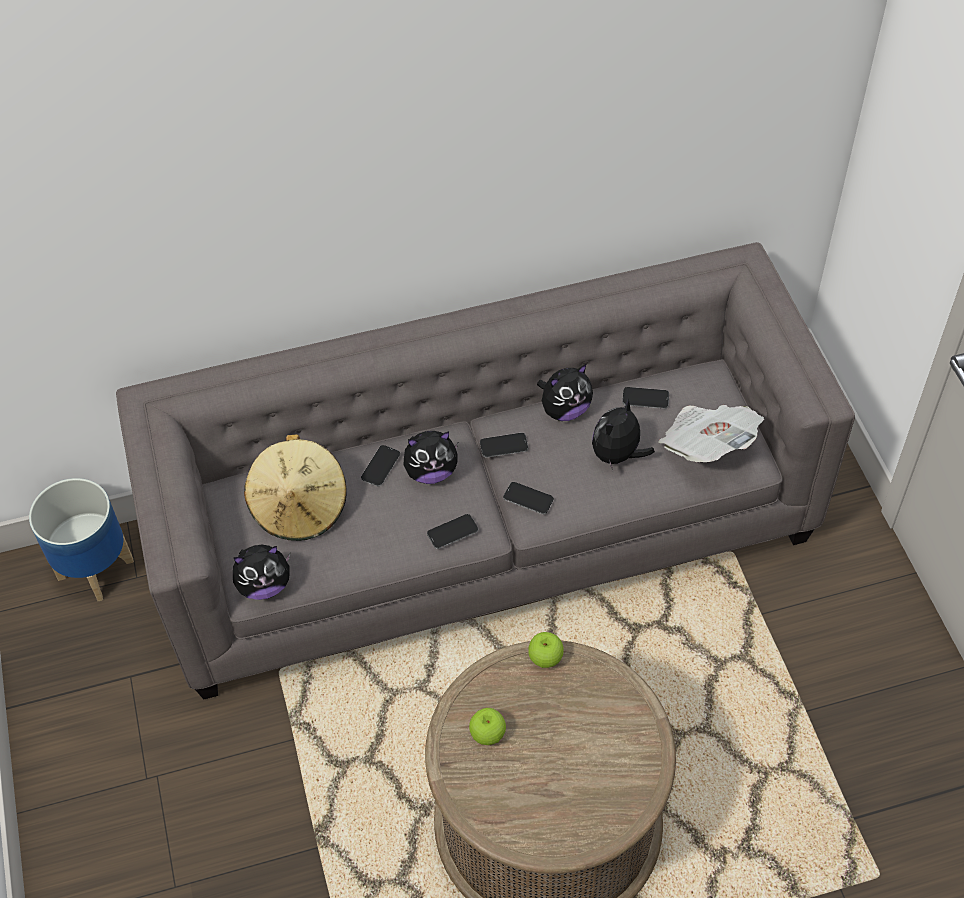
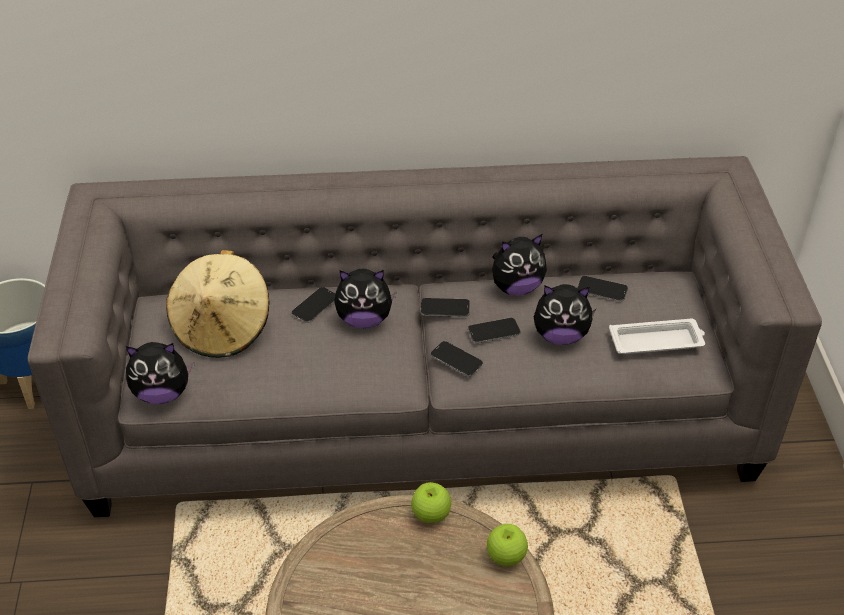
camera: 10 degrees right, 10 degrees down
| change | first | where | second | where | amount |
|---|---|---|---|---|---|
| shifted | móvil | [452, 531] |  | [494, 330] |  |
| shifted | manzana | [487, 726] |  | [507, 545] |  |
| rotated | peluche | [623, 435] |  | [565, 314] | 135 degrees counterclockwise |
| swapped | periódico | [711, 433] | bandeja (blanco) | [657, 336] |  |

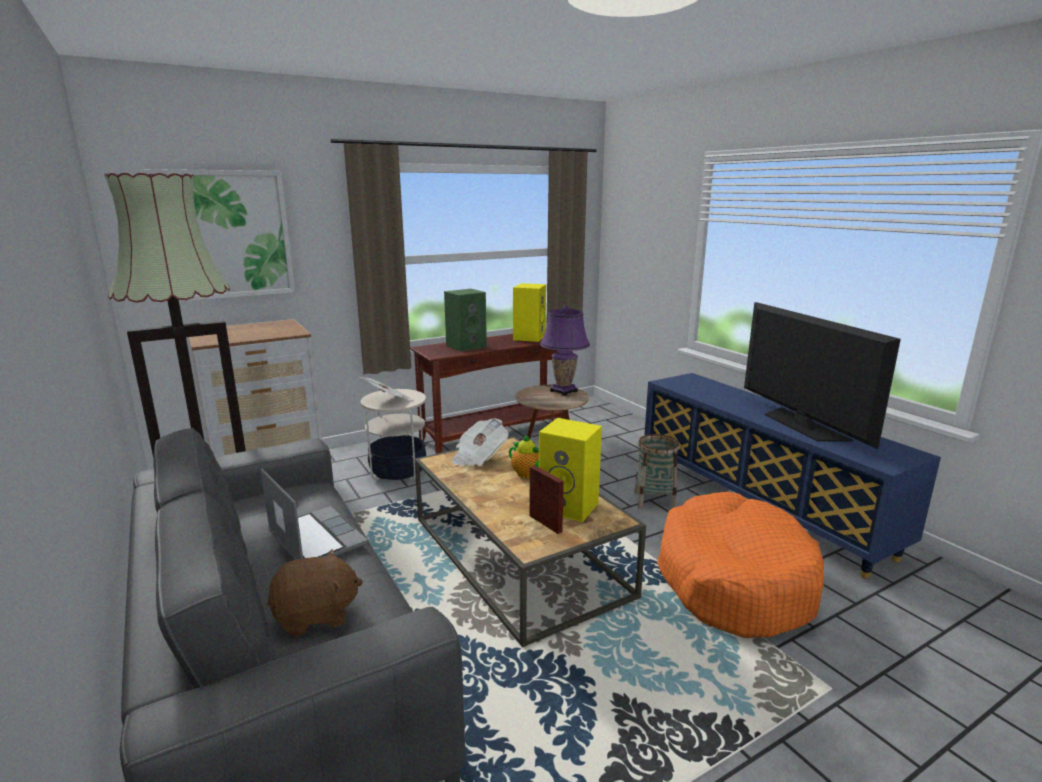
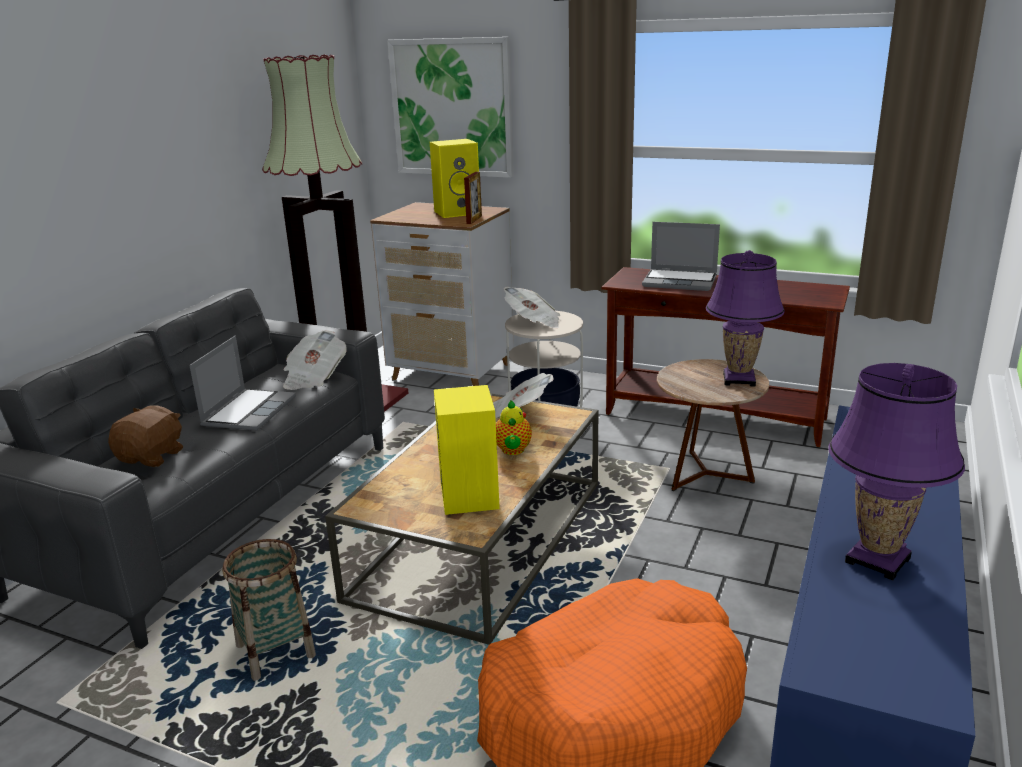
camera: 55 degrees right, 5 degrees up
| change | first | where | second | where | amount |
|---|---|---|---|---|---|
| rotated | peluche (marrón) | [315, 592] |  | [145, 436] | 105 degrees counterclockwise |
| swapped | altavoz (verde) | [465, 320] | portátil | [681, 256] |  |
| shifted | altavoz (amarillo) | [529, 312] |  | [454, 178] |  |
| shifted | portarretratos | [546, 499] |  | [473, 198] |  |
| shifted | cesta | [657, 471] |  | [269, 610] |  |
| swapped | televisor | [822, 375] | lámpara de mesa (morado) | [896, 471] |  |
| new |  |  | periódico | [315, 360] |  |

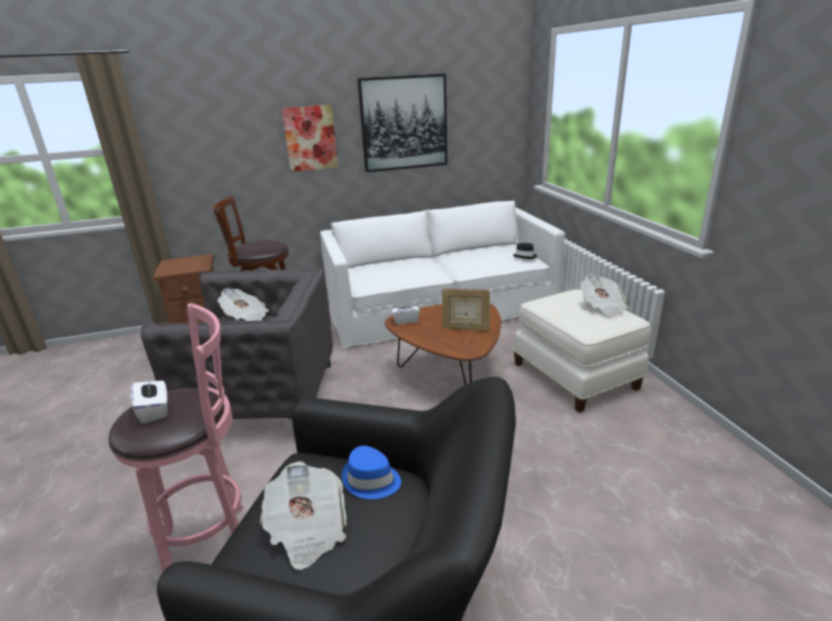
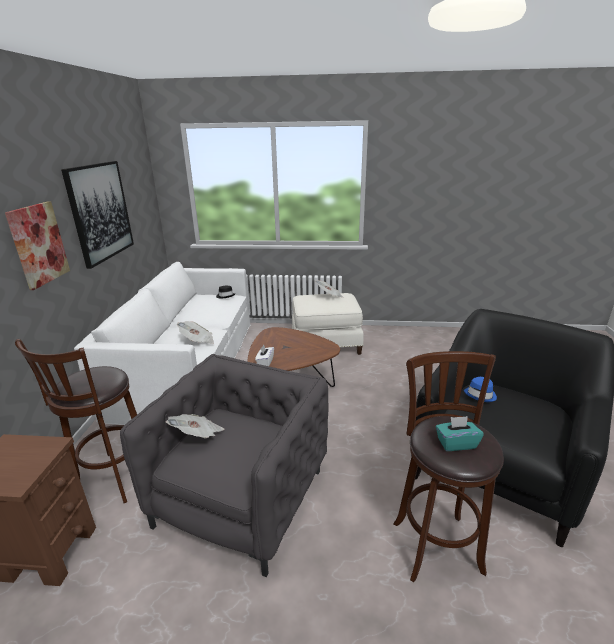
camera: 70 degrees left, 0 degrees up
| change | first | where | second | where | amount |
|---|---|---|---|---|---|
| repainted | taburete (rosa) | [176, 437] | taburete (marrón) | [448, 467] |  |
| repainted | caja de pañuelos (blanco) | [149, 400] | caja de pañuelos (turquesa) | [460, 433] |  |
| shifted | periódico | [303, 515] |  | [195, 332] |  |
| gone | portarretratos | [466, 309] |  |  |  |

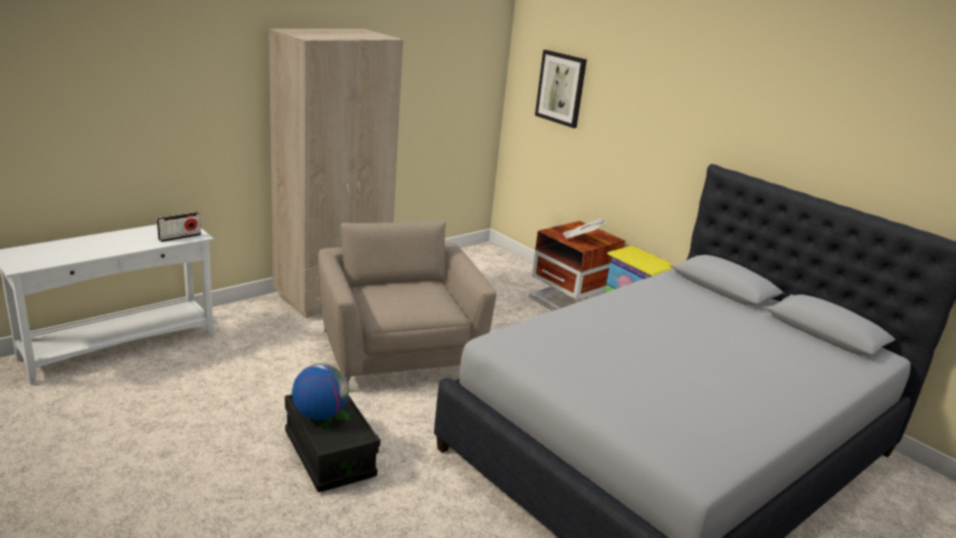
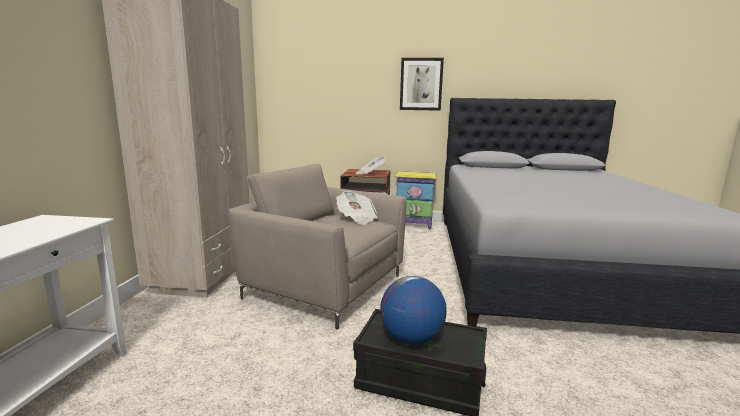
camera: 40 degrees left, 10 degrees down
| change | first | where | second | where | amount |
|---|---|---|---|---|---|
| gone | radio | [179, 227] |  |  |  |
| shifted | cuadro | [561, 89] |  | [422, 84] |  |
| new |  |  | periódico | [357, 208] |  |

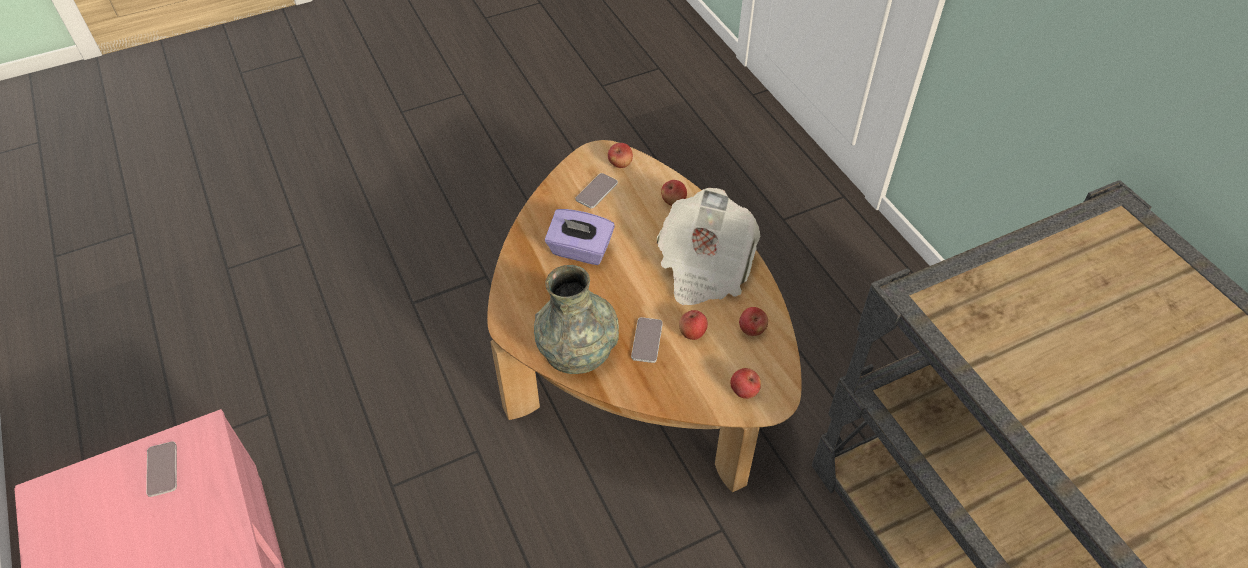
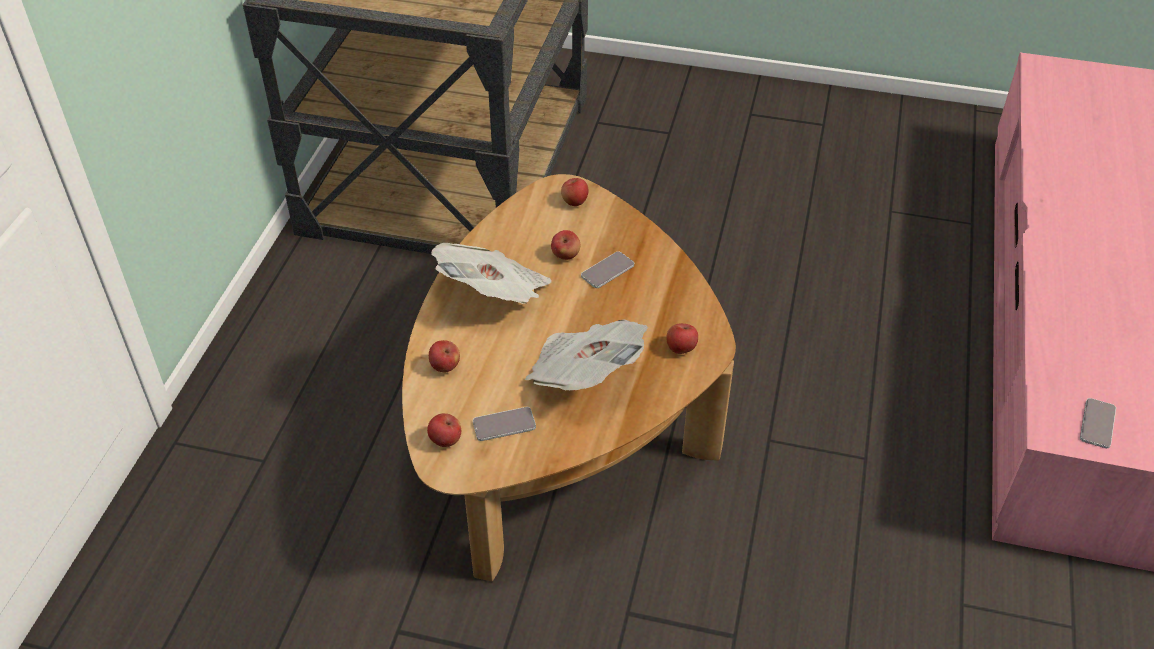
camera: 140 degrees left, 5 degrees down
| change | first | where | second | where | amount |
|---|---|---|---|---|---|
| gone | florero (gris) | [576, 319] |  |  |  |
| swapped | caja de pañuelos (morado) | [580, 237] | periódico | [586, 355] |  |
| shifted | manzana | [753, 321] |  | [682, 338] |  |

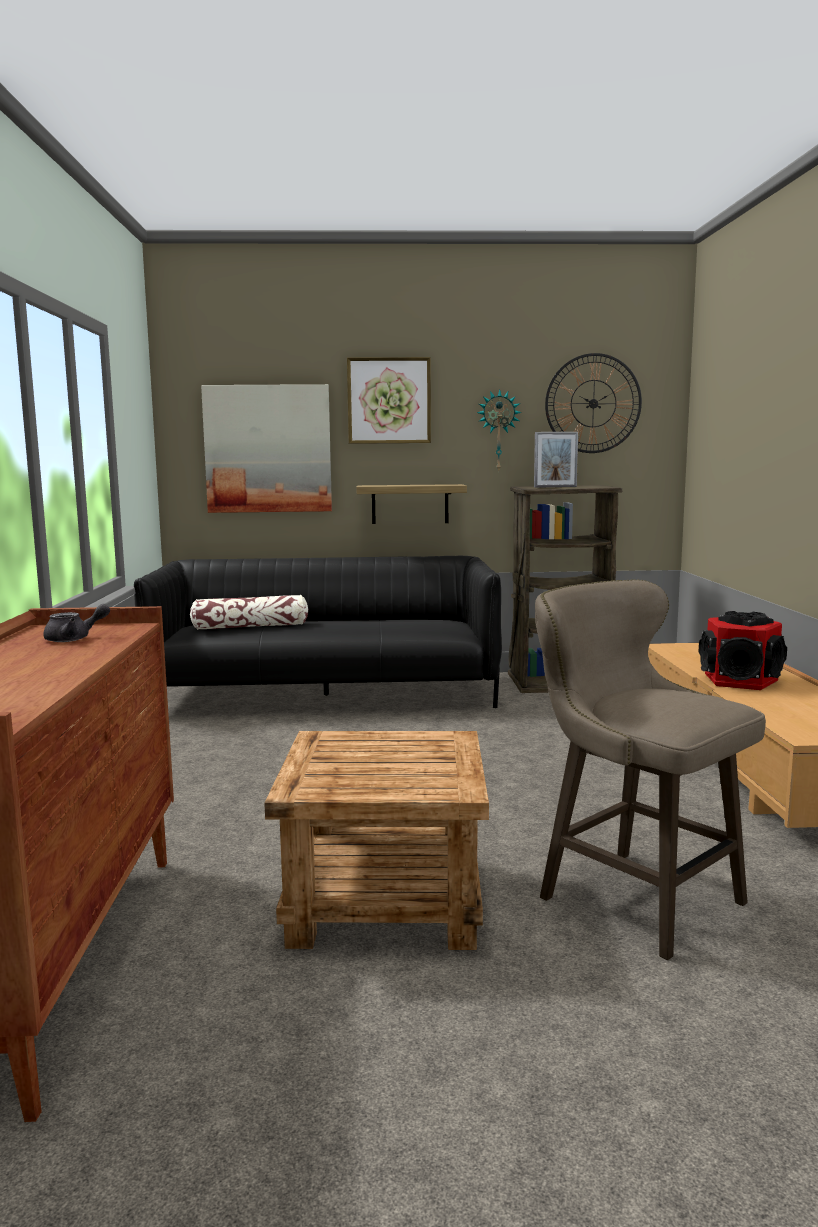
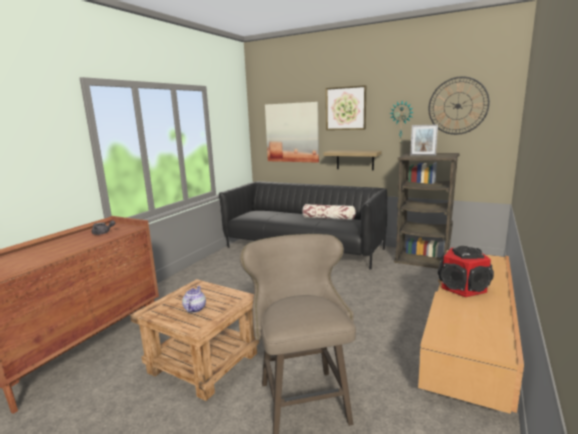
camera: 30 degrees right, 5 degrees up
| change | first | where | second | where | amount |
|---|---|---|---|---|---|
| shifted | cojín | [249, 612] |  | [329, 212] |  |
| new |  |  | tetera | [194, 299] |  |

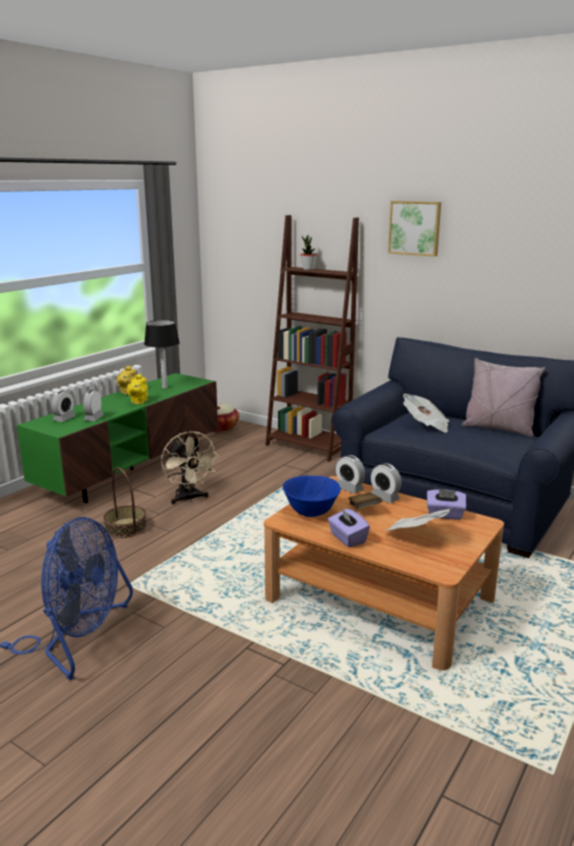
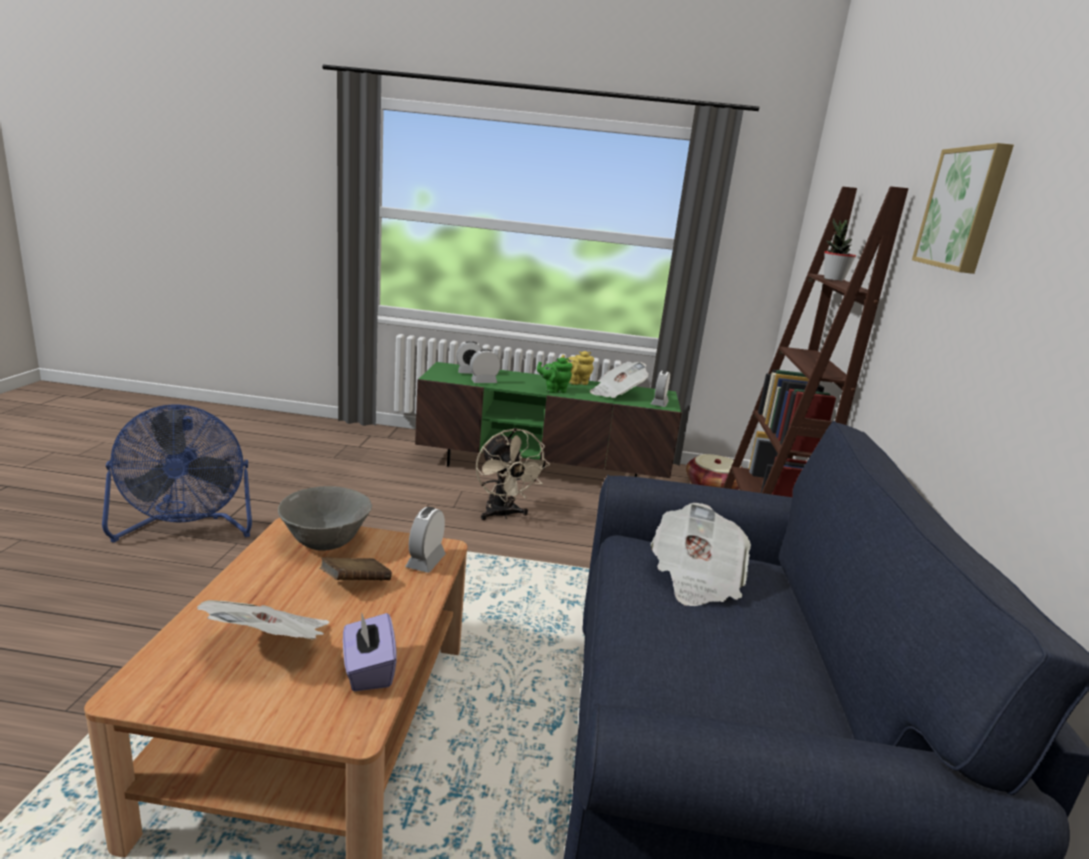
camera: 60 degrees right, 0 degrees up
| change | first | where | second | where | amount |
|---|---|---|---|---|---|
| gone | cesta | [125, 502] |  |  |  |
| repainted | tetera (amarillo) | [137, 389] | tetera (verde) | [554, 375] |  |
| swapped | lámpara de mesa | [162, 354] | periódico | [619, 380] |  |
| rotated | ventilador (beis) | [190, 467] |  | [513, 474] | 60 degrees counterclockwise |
| repainted | cuenco (azul) | [312, 496] | cuenco (gris) | [325, 518] |  |
| gone | caja de pañuelos (morado) | [349, 527] |  |  |  |
| shifted | despertador | [386, 483] |  | [660, 389] |  |
| gone | cojín (morado) | [503, 397] |  |  |  |

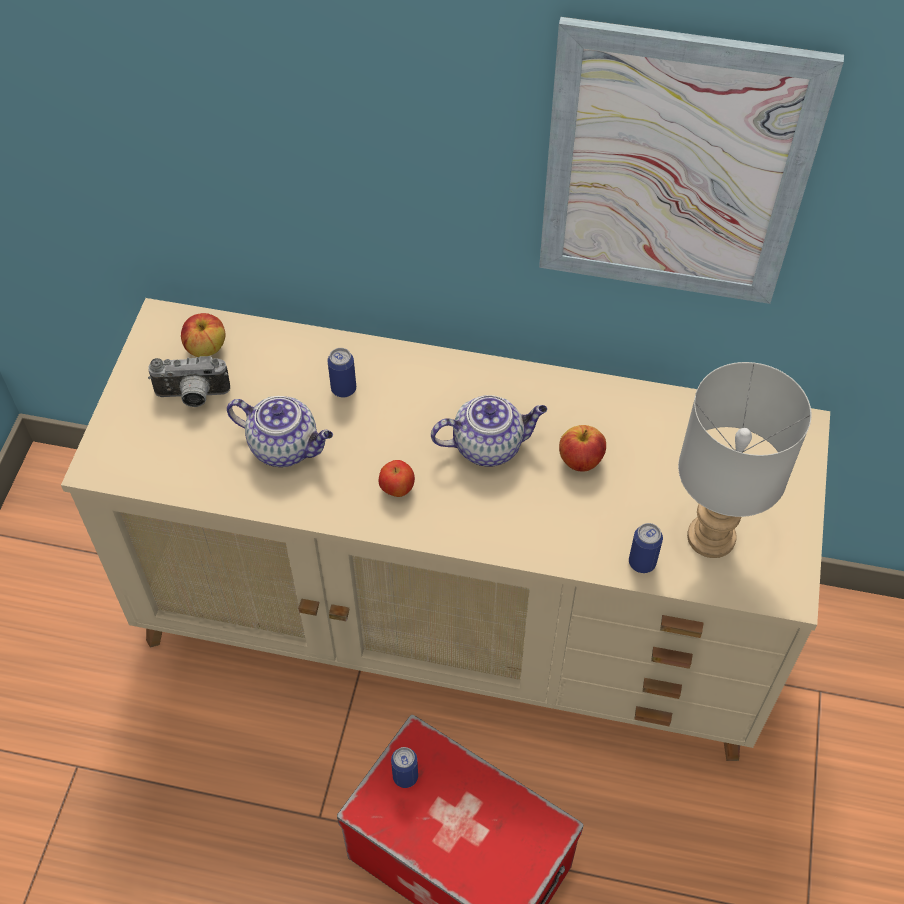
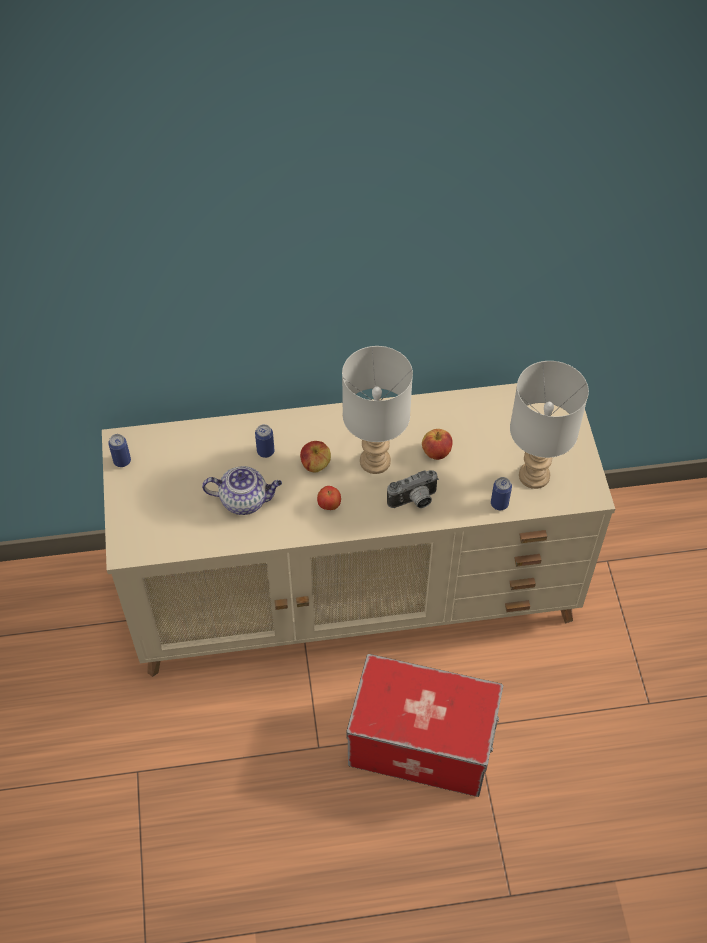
camera: 20 degrees left, 0 degrees up
| change | first | where | second | where | amount |
|---|---|---|---|---|---|
| shifted | cámara | [189, 381] |  | [413, 489] |  |
| shifted | manzana | [203, 335] |  | [315, 456] |  |
| shifted | lata | [404, 767] |  | [119, 450] |  |
| swapped | tetera | [489, 430] | lámpara de mesa (gris) | [377, 410] |  |
| gone | cuadro | [691, 160] |  |  |  |

